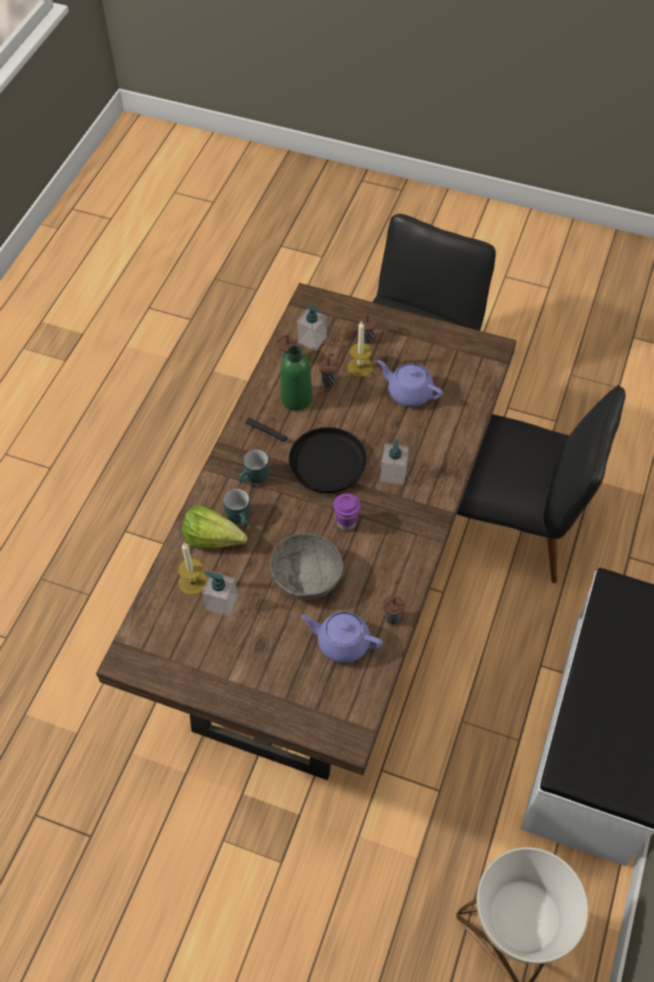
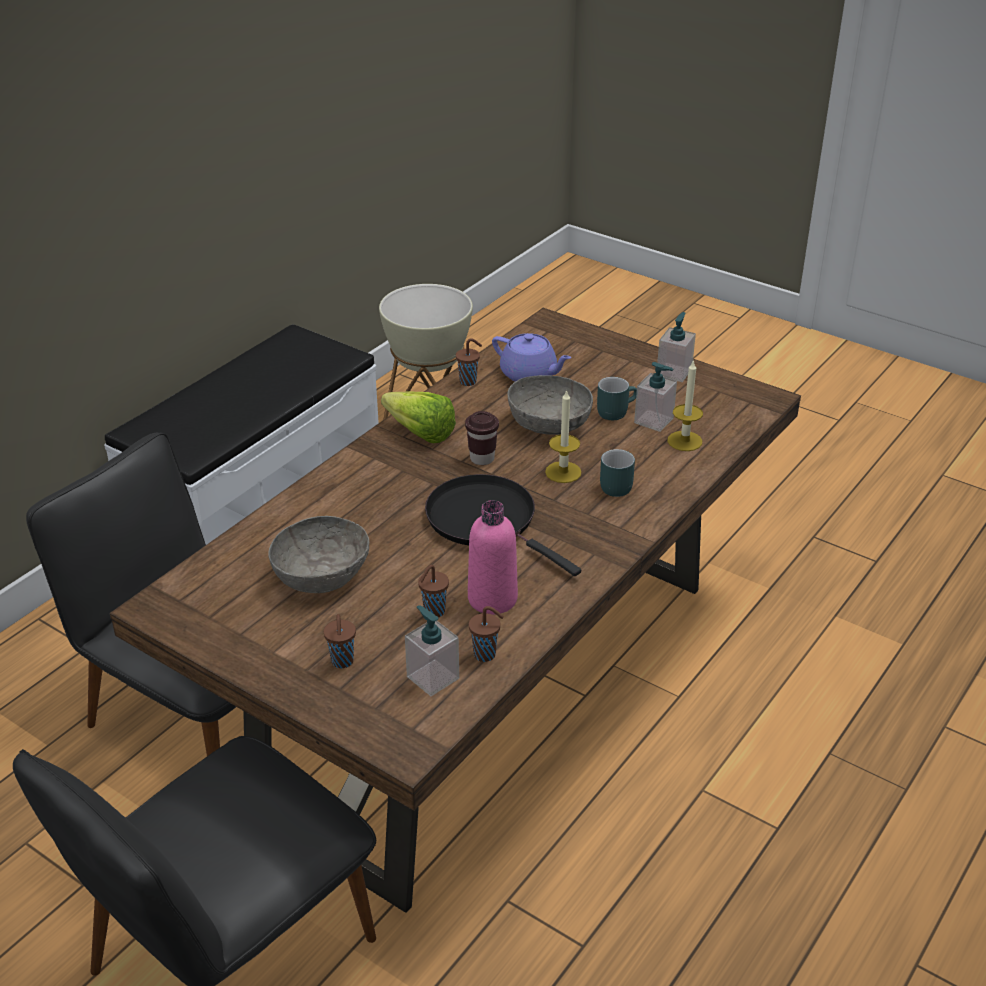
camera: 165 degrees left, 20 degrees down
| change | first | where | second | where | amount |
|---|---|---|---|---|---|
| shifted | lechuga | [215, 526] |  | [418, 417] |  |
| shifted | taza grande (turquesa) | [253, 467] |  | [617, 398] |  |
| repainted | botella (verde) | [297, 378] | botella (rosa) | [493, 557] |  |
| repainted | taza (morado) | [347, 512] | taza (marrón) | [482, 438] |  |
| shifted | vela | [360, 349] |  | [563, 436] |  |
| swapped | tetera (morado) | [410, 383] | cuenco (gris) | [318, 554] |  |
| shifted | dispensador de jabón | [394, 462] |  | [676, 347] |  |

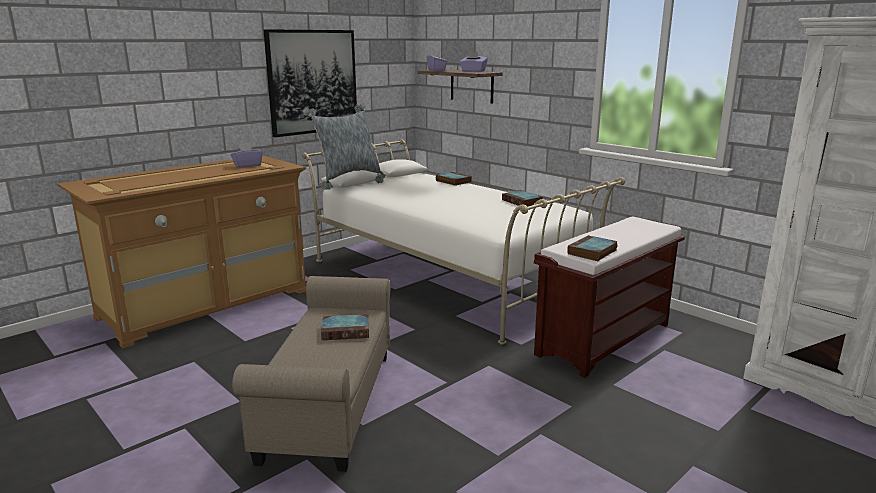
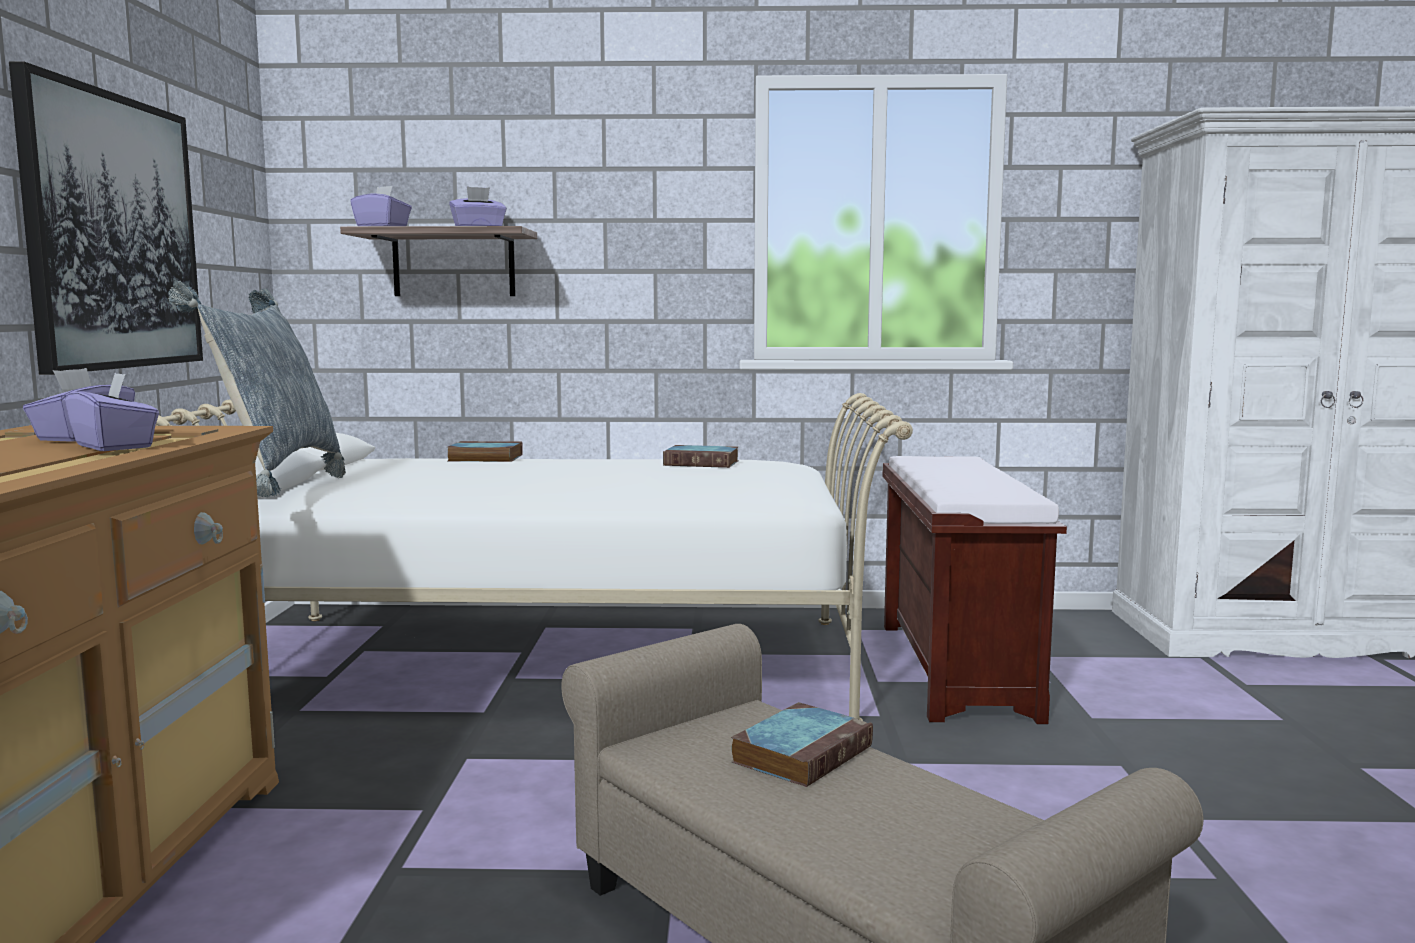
camera: 45 degrees left, 10 degrees down
| change | first | where | second | where | amount |
|---|---|---|---|---|---|
| gone | libro | [592, 248] |  |  |  |
| new |  |  | caja de pañuelos (morado) | [112, 412] |  |

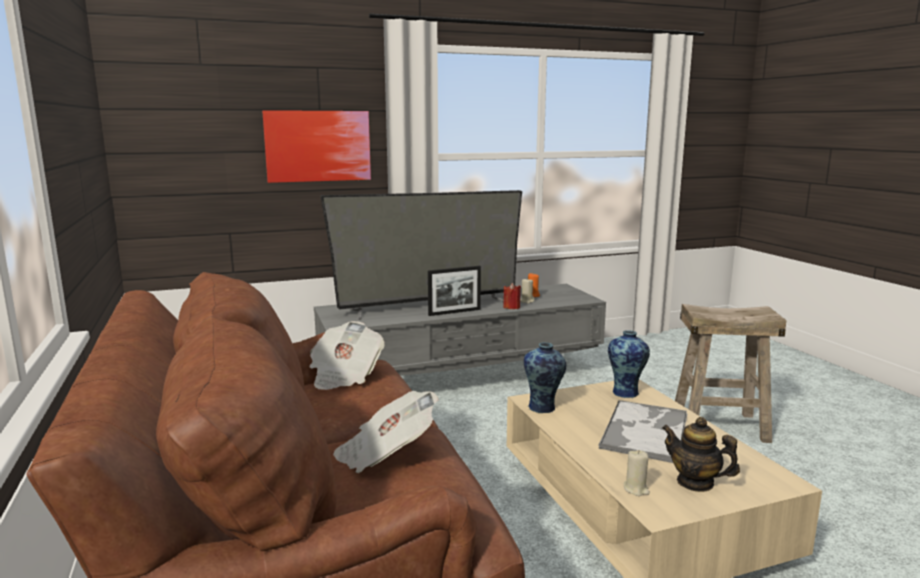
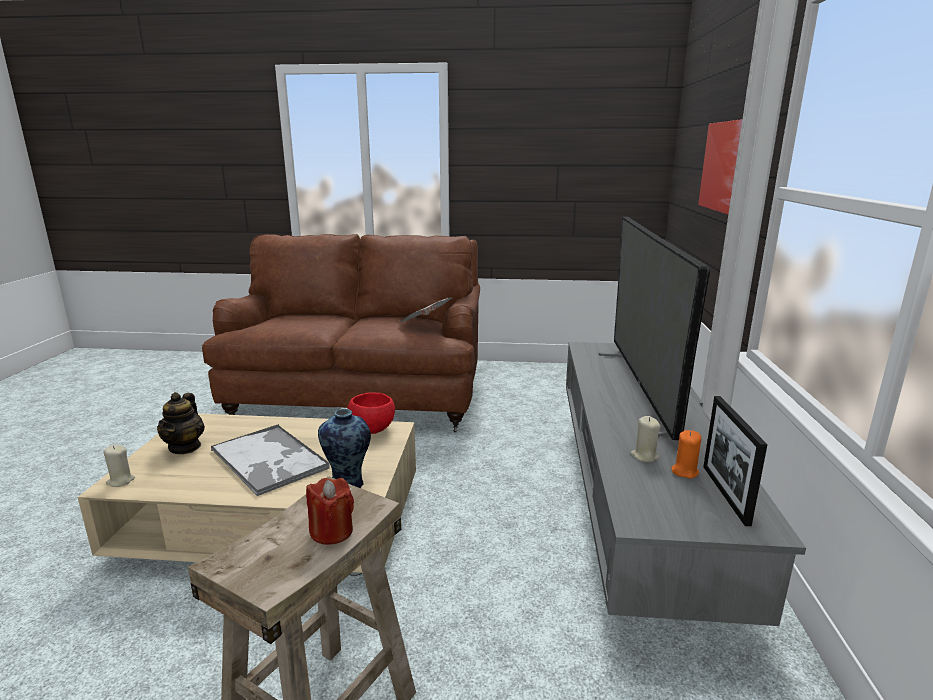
camera: 115 degrees right, 5 degrees up
| change | first | where | second | where | amount |
|---|---|---|---|---|---|
| gone | periódico | [386, 432] |  |  |  |
| shifted | portarretratos | [454, 291] |  | [735, 461] |  |
| shifted | vela (rojo) | [512, 296] |  | [330, 511] |  |
| swapped | florero | [545, 377] | cuenco (rojo) | [371, 413] |  |
| shifted | vela (beis) | [637, 473] |  | [119, 465] |  |
| rotated | tetera | [701, 454] |  | [181, 423] | 120 degrees clockwise |

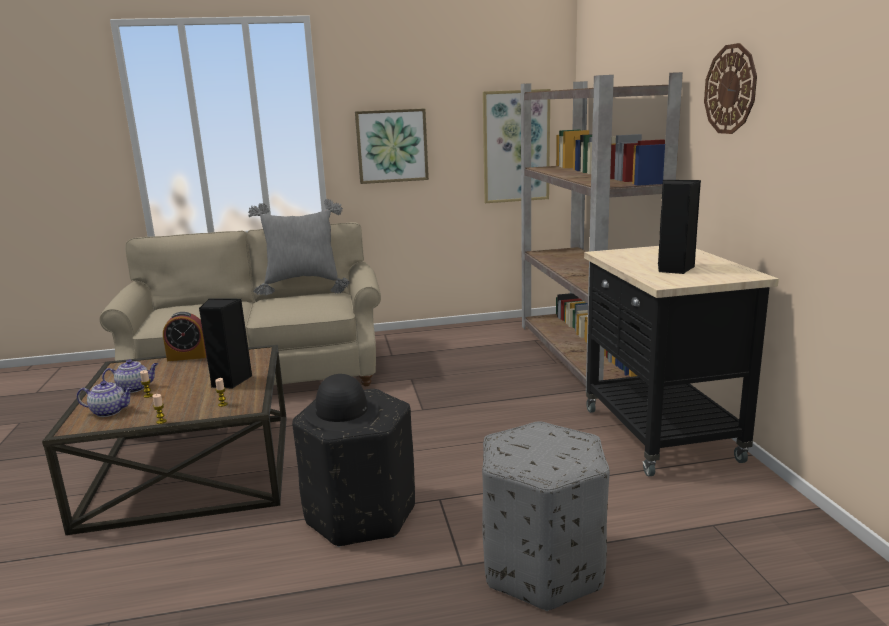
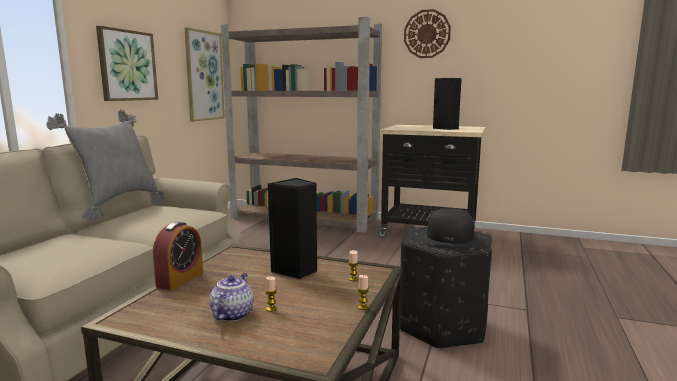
camera: 60 degrees left, 5 degrees down
| change | first | where | second | where | amount |
|---|---|---|---|---|---|
| gone | tetera | [105, 399] |  |  |  |
| gone | puf (gris) | [546, 516] |  |  |  |

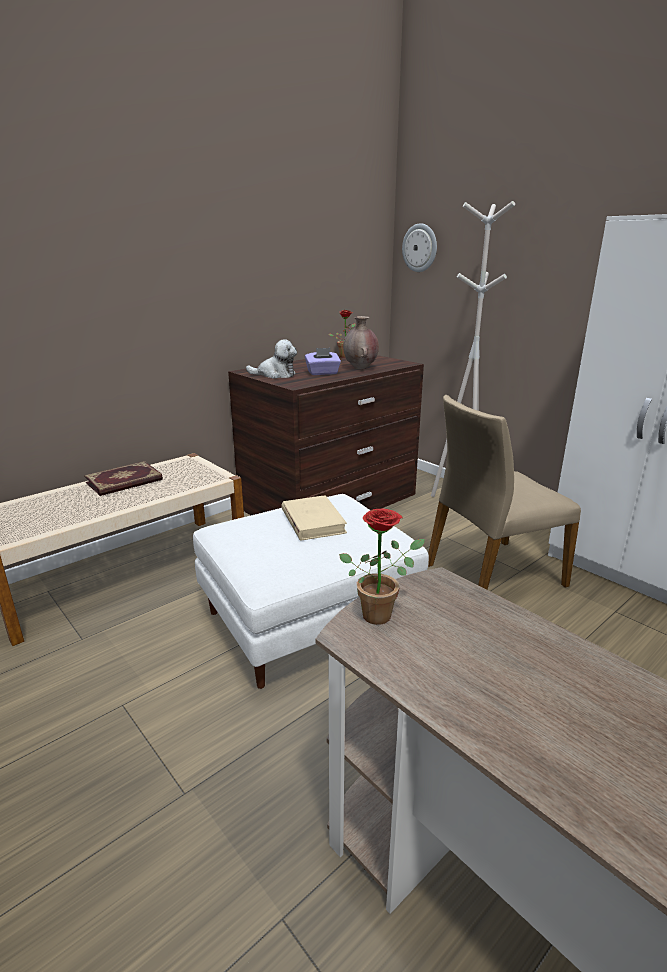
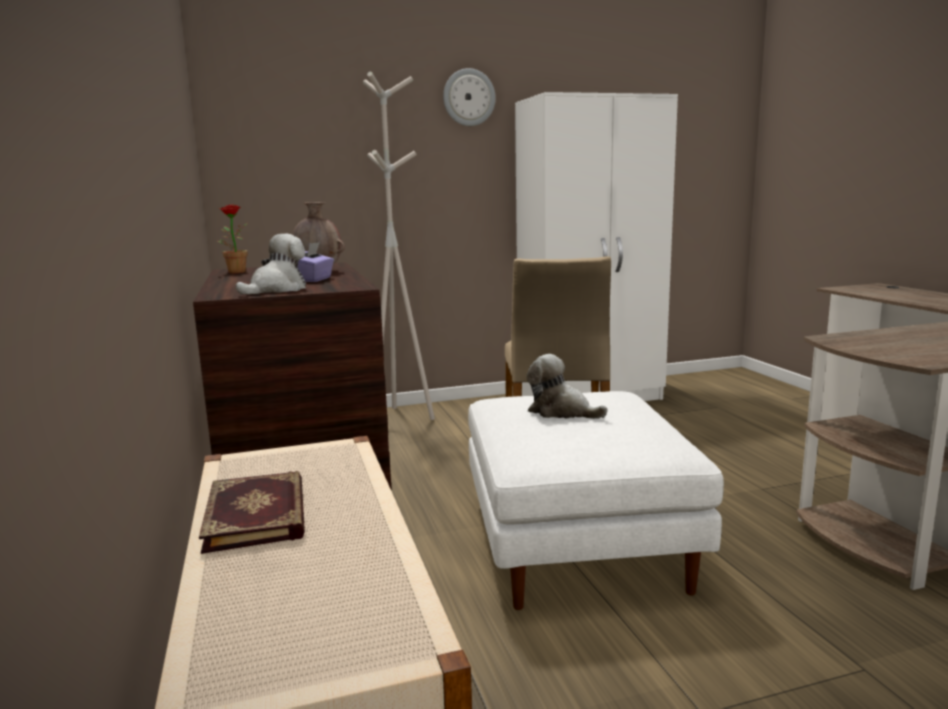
camera: 65 degrees left, 10 degrees down
| change | first | where | second | where | amount |
|---|---|---|---|---|---|
| swapped | libro (beis) | [314, 518] | peluche | [567, 386] |  |
| gone | planta en maceta | [382, 567] |  |  |  |
| shifted | reloj de pared | [419, 247] |  | [469, 97] |  |

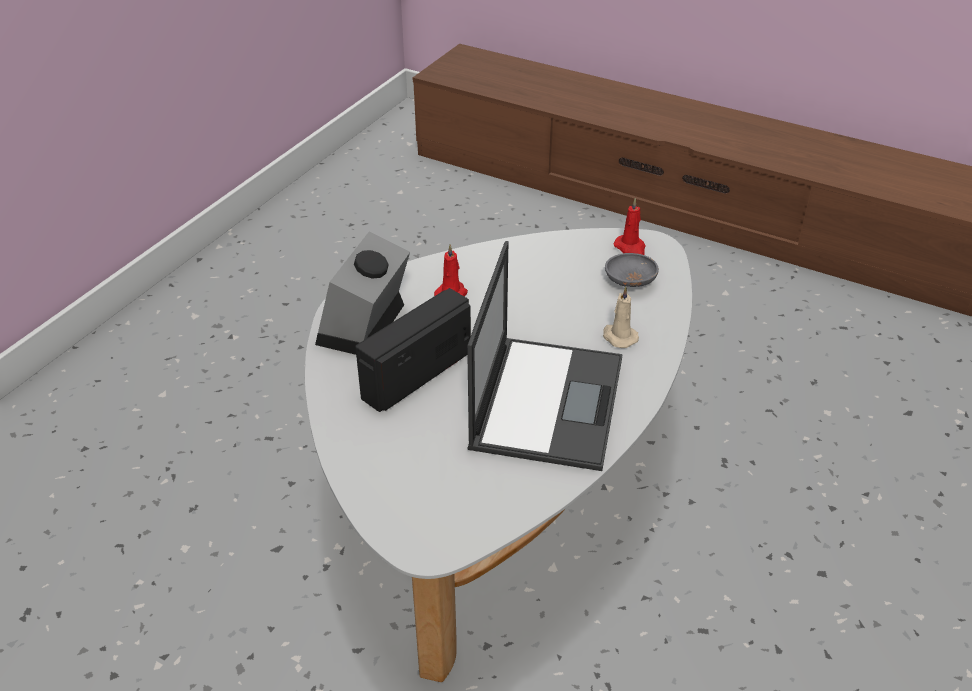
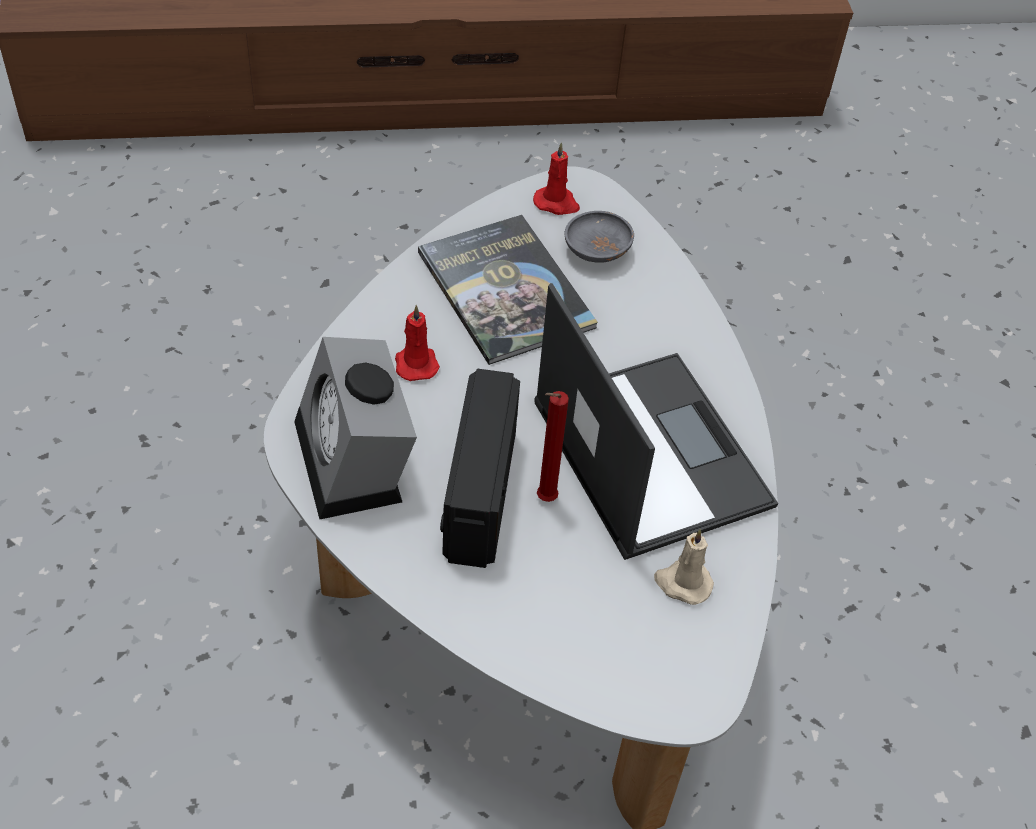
camera: 40 degrees left, 10 degrees up
| change | first | where | second | where | amount |
|---|---|---|---|---|---|
| shifted | vela (beis) | [621, 317] |  | [684, 567] |  |
| new |  |  | libro | [508, 290] |  |
| new |  |  | vela (rojo) | [553, 446] |  |

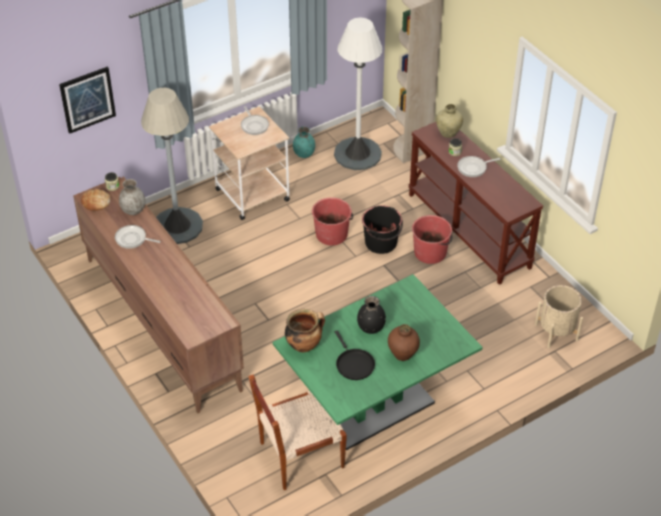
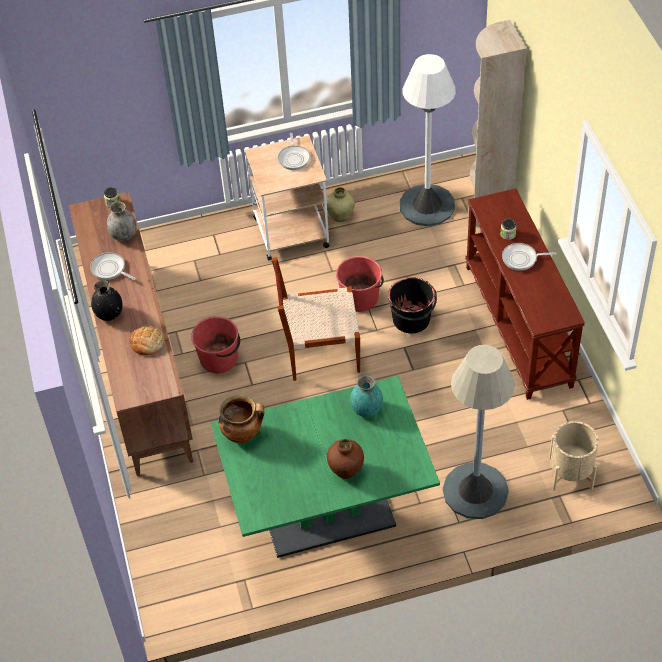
camera: 20 degrees right, 5 degrees up
| change | first | where | second | where | amount |
|---|---|---|---|---|---|
| gone | cuadro | [87, 100] |  |  |  |
| shifted | pan | [96, 200] |  | [146, 340] |  |
| shifted | lámpara de pie (gris) | [172, 166] |  | [479, 432] |  |
| shifted | silla | [297, 432] |  | [316, 319] |  |
| shifted | florero (turquesa) | [304, 142] |  | [366, 396] |  |
| gone | sartén (negro) | [355, 355] |  |  |  |
| shifted | florero (negro) | [371, 315] |  | [107, 300] |  |
| shifted | cubo (rojo) | [432, 239] |  | [215, 344] |  |
| shifted | florero (beis) | [449, 121] |  | [340, 204] |  |

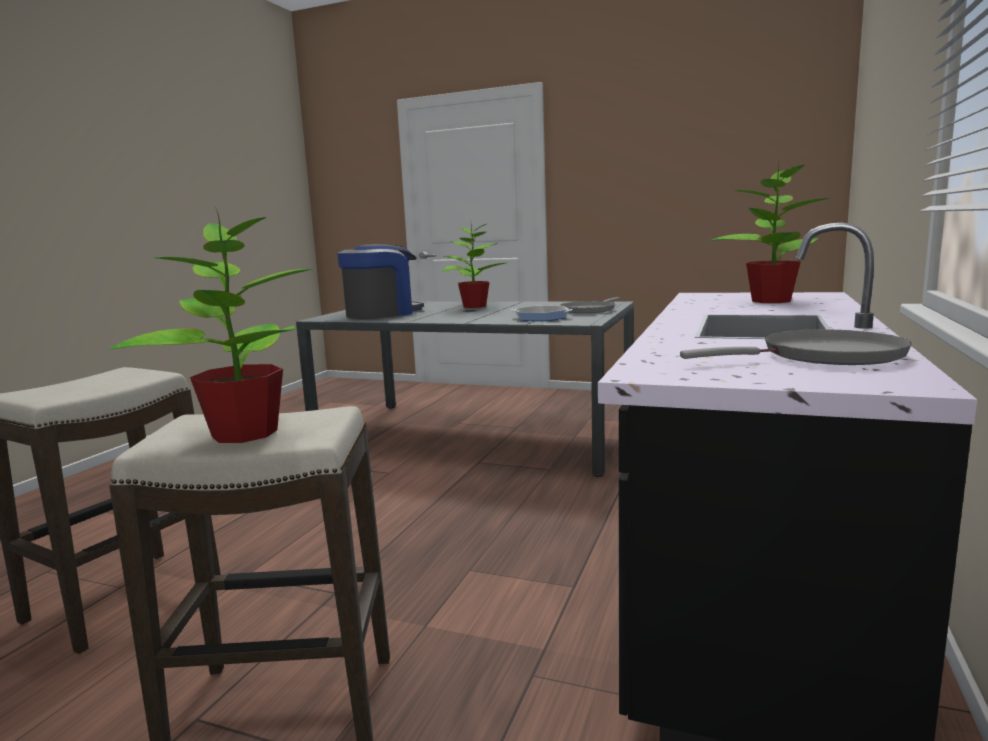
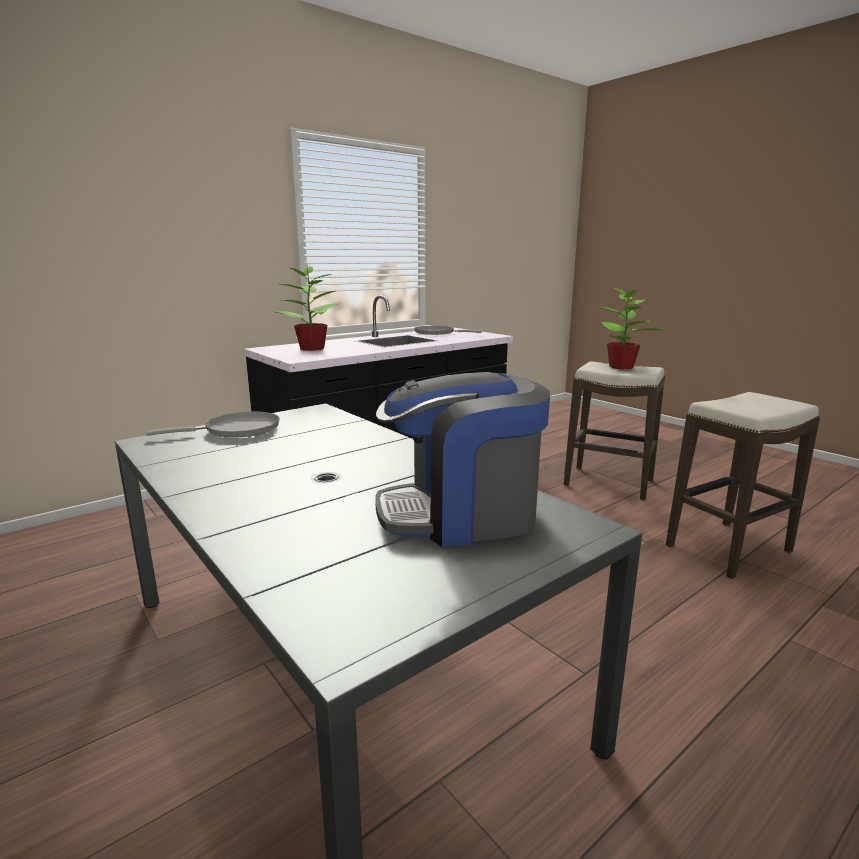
camera: 150 degrees left, 5 degrees up
| change | first | where | second | where | amount |
|---|---|---|---|---|---|
| gone | planta en maceta | [474, 264] |  |  |  |
| gone | sartén | [542, 313] |  |  |  |

